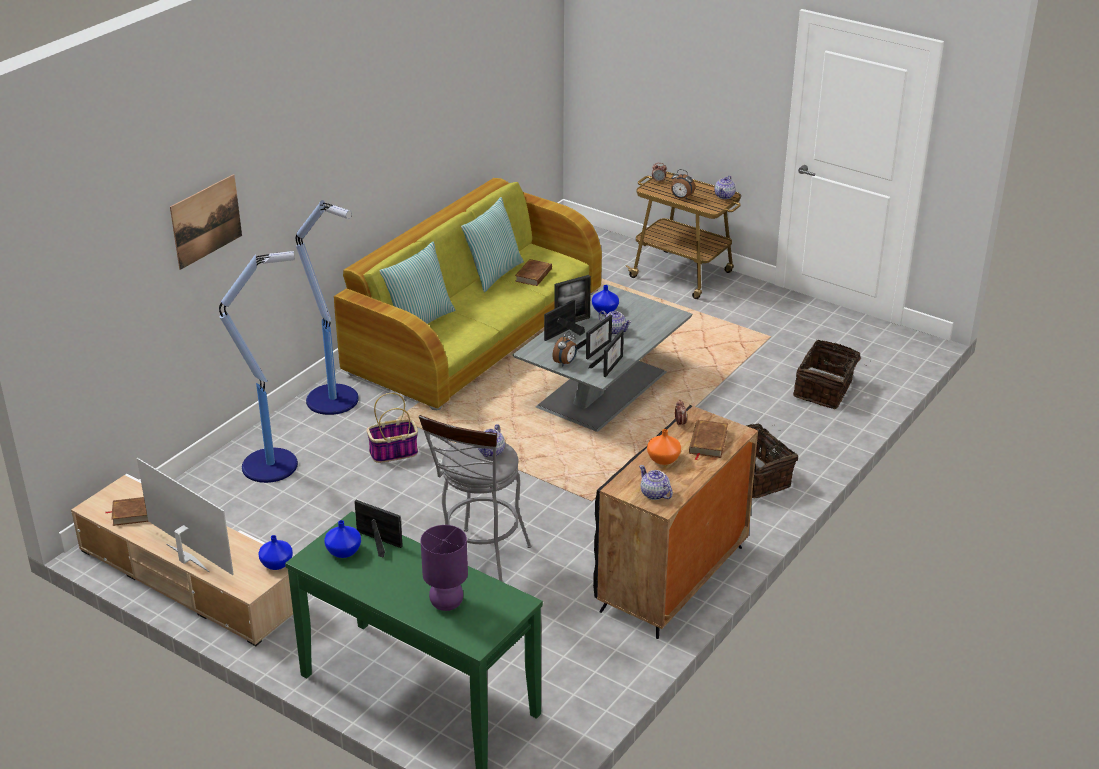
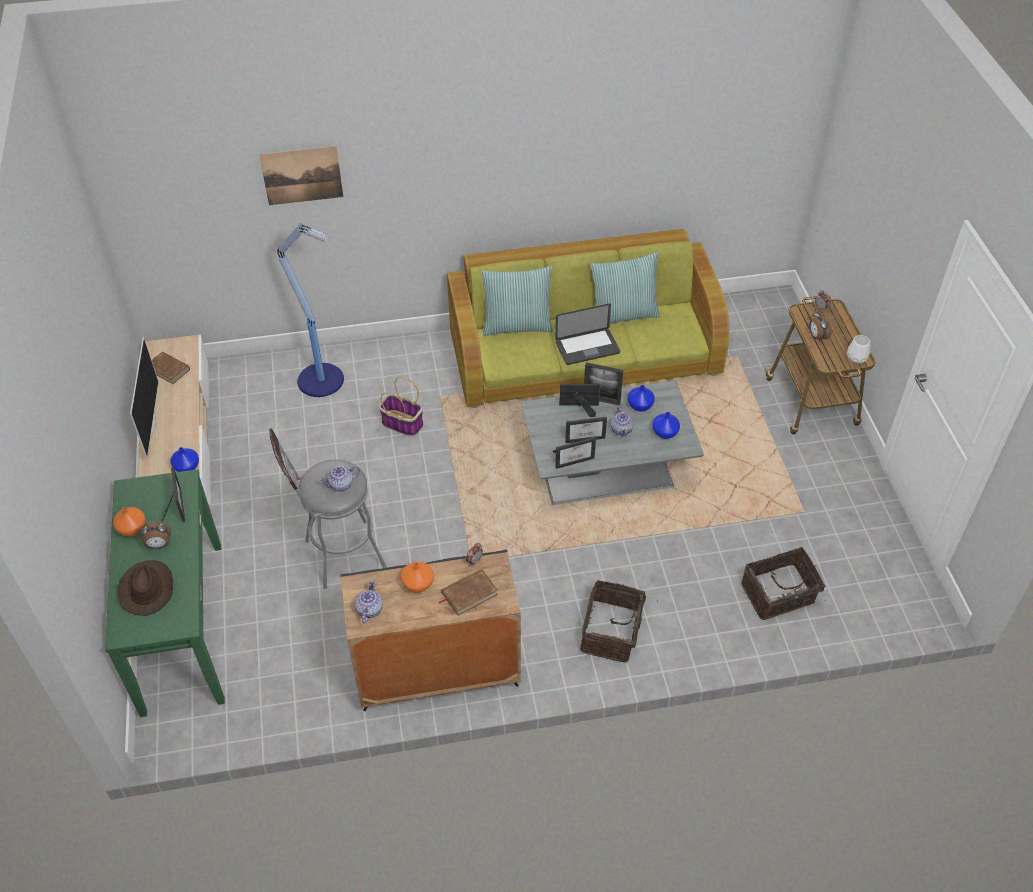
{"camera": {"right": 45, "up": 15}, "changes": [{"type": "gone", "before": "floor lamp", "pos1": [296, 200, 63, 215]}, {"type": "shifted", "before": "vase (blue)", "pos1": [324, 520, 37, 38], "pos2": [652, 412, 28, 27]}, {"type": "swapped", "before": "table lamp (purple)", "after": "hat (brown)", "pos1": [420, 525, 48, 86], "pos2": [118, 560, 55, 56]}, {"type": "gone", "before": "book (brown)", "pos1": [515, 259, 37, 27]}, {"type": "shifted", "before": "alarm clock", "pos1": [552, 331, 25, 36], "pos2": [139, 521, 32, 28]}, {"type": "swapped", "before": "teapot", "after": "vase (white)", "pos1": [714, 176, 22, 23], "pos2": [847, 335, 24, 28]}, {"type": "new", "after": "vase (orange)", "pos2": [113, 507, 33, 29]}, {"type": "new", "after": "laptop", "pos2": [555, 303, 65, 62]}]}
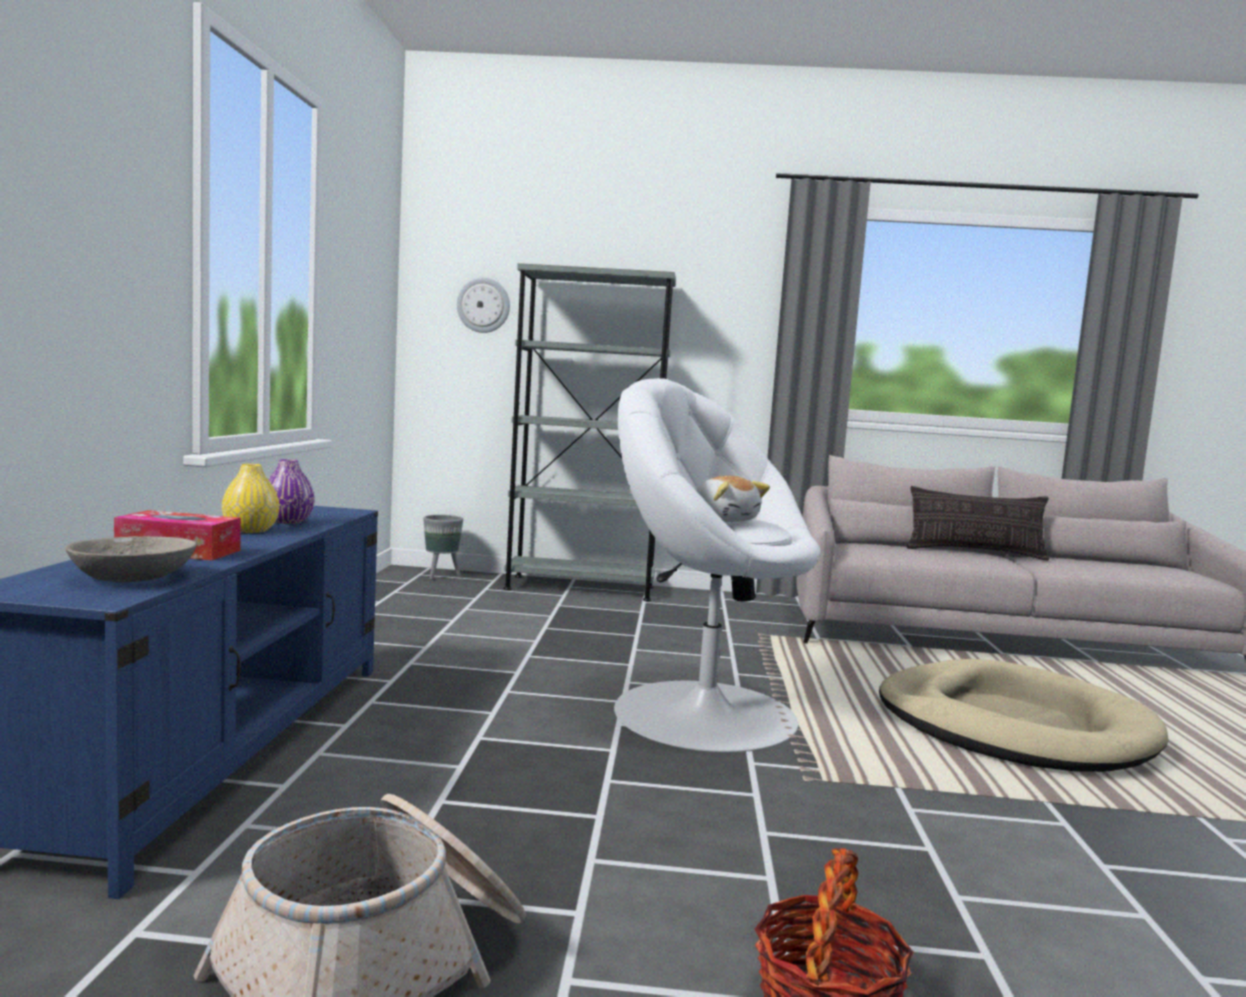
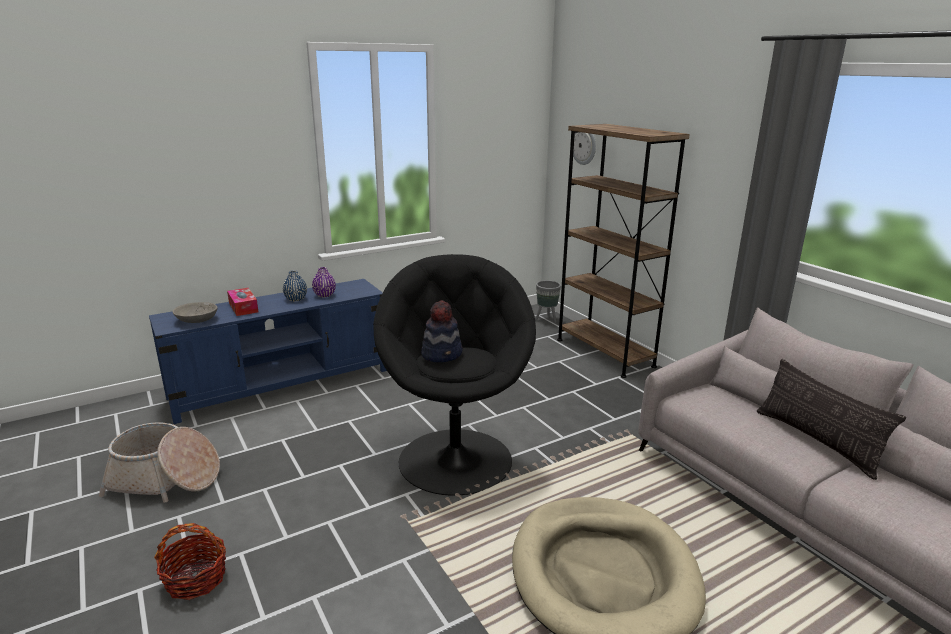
{"camera": {"right": 55, "up": 15}, "changes": [{"type": "repainted", "before": "vase (yellow)", "after": "vase (blue)", "pos1": [222, 464, 58, 69], "pos2": [283, 270, 24, 31]}, {"type": "repainted", "before": "bookcase (grey)", "after": "bookcase (brown)", "pos1": [504, 263, 172, 338], "pos2": [557, 124, 133, 254]}, {"type": "repainted", "before": "armchair (white)", "after": "armchair (black)", "pos1": [614, 378, 206, 374], "pos2": [373, 254, 163, 242]}, {"type": "swapped", "before": "plush toy", "after": "hat", "pos1": [696, 476, 74, 46], "pos2": [421, 300, 42, 63]}]}
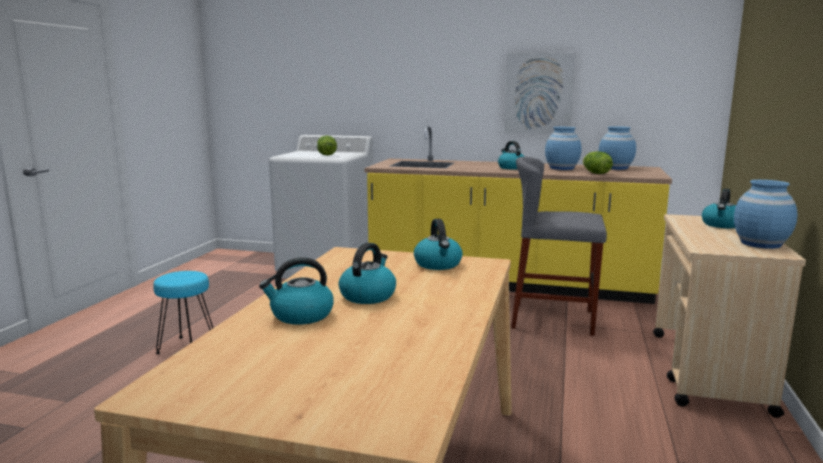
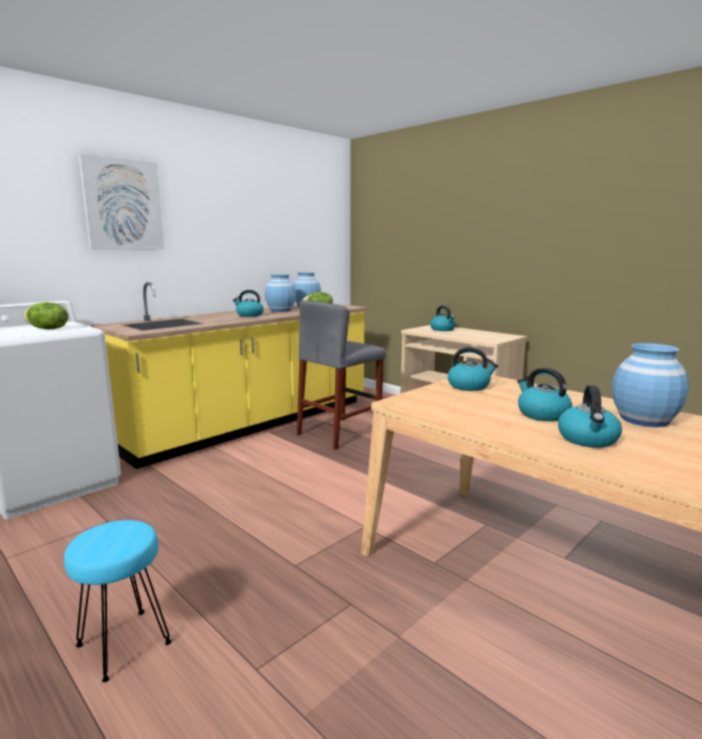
{"camera": {"right": -60, "up": 0}, "changes": [{"type": "shifted", "before": "picture", "pos1": [504, 53, 71, 81], "pos2": [78, 154, 86, 96]}, {"type": "shifted", "before": "vase (blue)", "pos1": [734, 180, 64, 69], "pos2": [612, 343, 77, 84]}]}
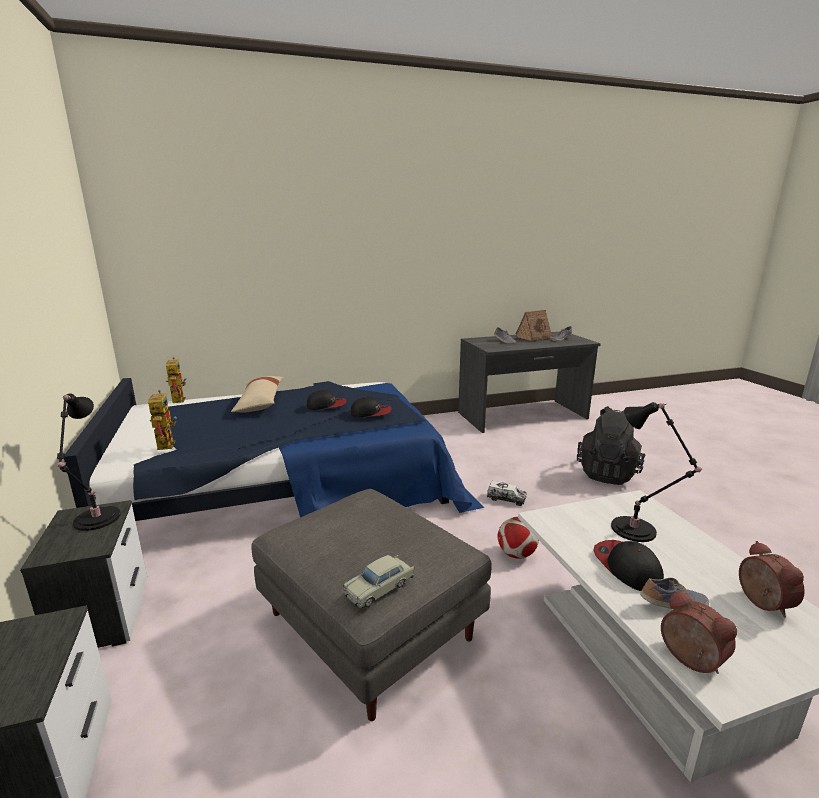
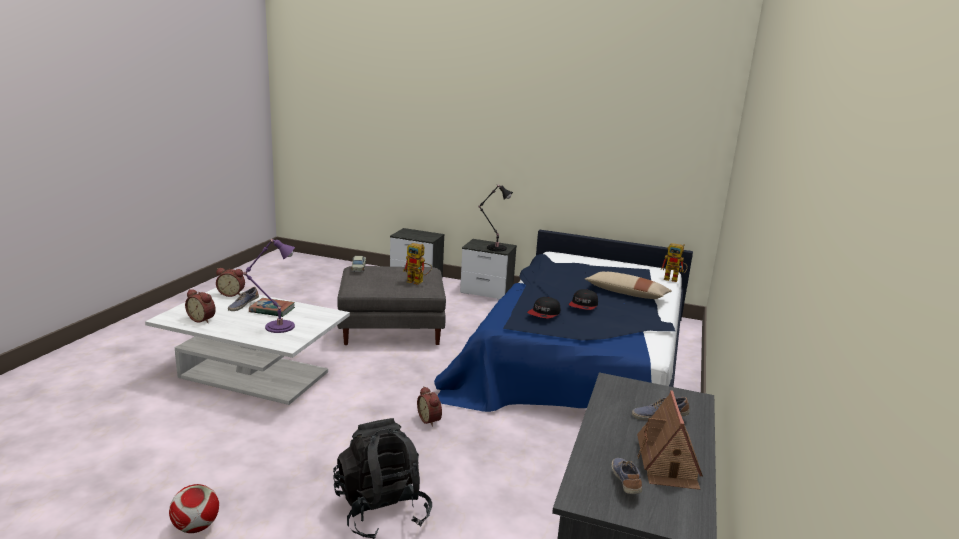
{"camera": {"right": 125, "up": 0}, "changes": [{"type": "shifted", "before": "toy robot", "pos1": [148, 390, 29, 60], "pos2": [403, 243, 29, 42]}, {"type": "swapped", "before": "toy truck", "after": "alarm clock", "pos1": [487, 481, 40, 25], "pos2": [417, 386, 25, 41]}, {"type": "shifted", "before": "football", "pos1": [498, 517, 41, 42], "pos2": [169, 484, 50, 49]}, {"type": "swapped", "before": "cap", "after": "book", "pos1": [593, 540, 71, 51], "pos2": [249, 298, 46, 19]}, {"type": "repainted", "before": "table lamp (black)", "after": "table lamp (purple)", "pos1": [611, 402, 93, 140], "pos2": [243, 239, 52, 94]}]}
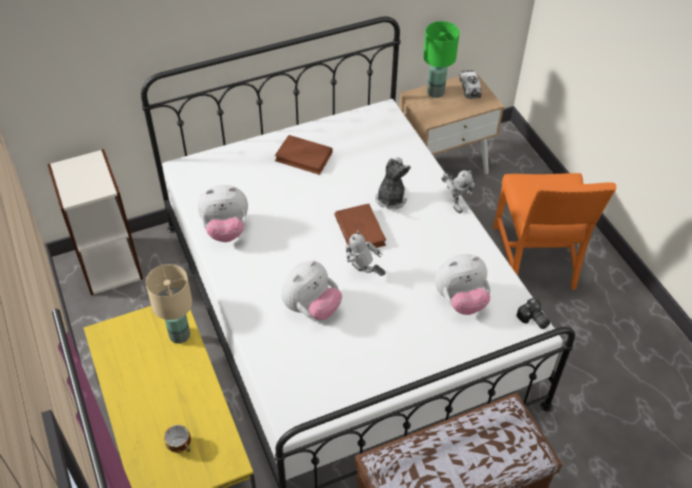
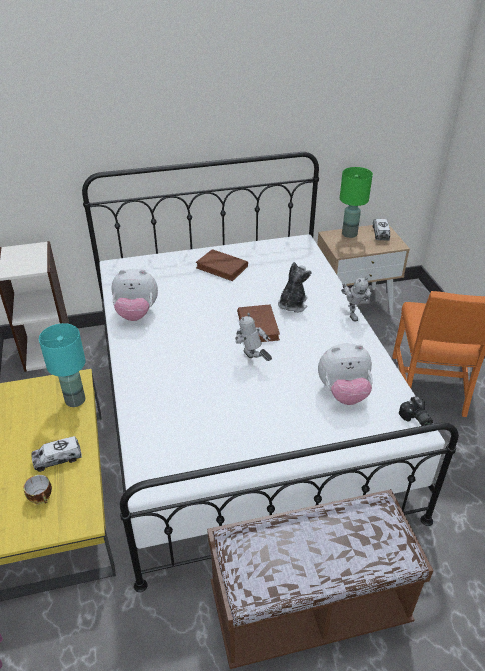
{"camera": {"right": 10, "up": -10}, "changes": [{"type": "repainted", "before": "table lamp (beige)", "after": "table lamp (turquoise)", "pos1": [146, 264, 46, 79], "pos2": [39, 323, 47, 84]}, {"type": "gone", "before": "plush toy", "pos1": [281, 260, 61, 60]}, {"type": "new", "after": "toy truck", "pos2": [31, 436, 51, 36]}]}
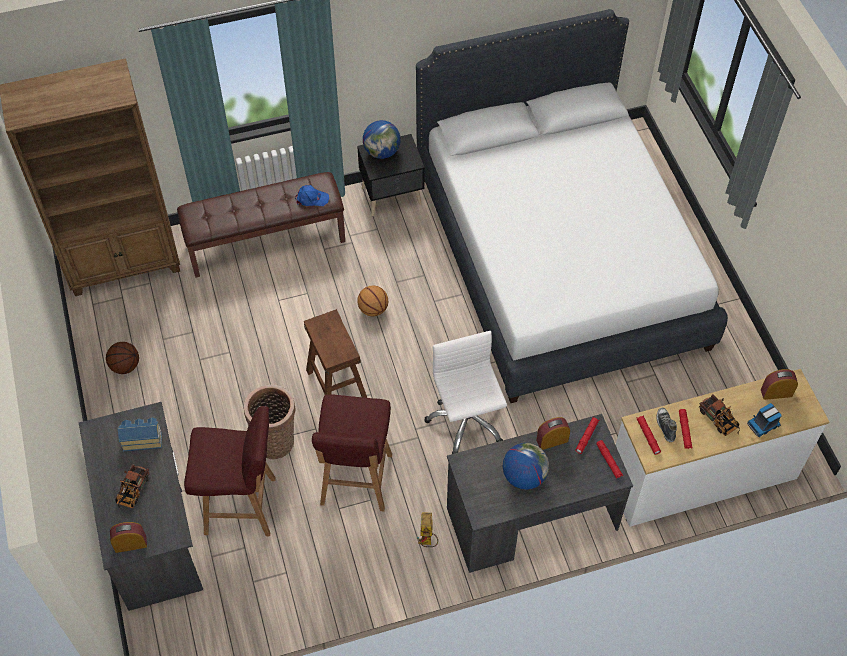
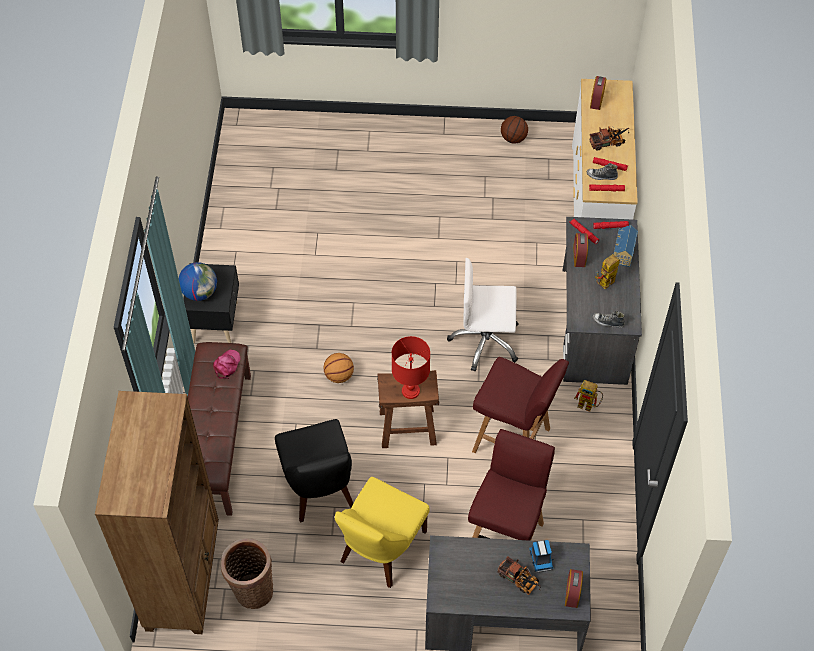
{"camera": {"right": -70, "up": 0}, "changes": [{"type": "shifted", "before": "basketball", "pos1": [106, 342, 33, 32], "pos2": [501, 116, 27, 28]}, {"type": "shifted", "before": "toy house", "pos1": [118, 417, 44, 34], "pos2": [614, 225, 24, 42]}, {"type": "shifted", "before": "basket", "pos1": [244, 384, 52, 75], "pos2": [221, 538, 52, 71]}, {"type": "repainted", "before": "cap (blue)", "after": "cap (pink)", "pos1": [295, 185, 34, 21], "pos2": [213, 350, 28, 29]}, {"type": "gone", "before": "bed (white)", "pos1": [416, 9, 312, 394]}, {"type": "swapped", "before": "globe", "after": "toy robot", "pos1": [503, 443, 46, 47], "pos2": [595, 254, 25, 35]}, {"type": "shifted", "before": "toy truck", "pos1": [747, 403, 35, 34], "pos2": [529, 540, 24, 32]}, {"type": "new", "after": "chair (black)", "pos2": [275, 419, 78, 103]}, {"type": "new", "after": "chair (yellow)", "pos2": [335, 477, 95, 111]}, {"type": "new", "after": "table lamp (red)", "pos2": [392, 336, 38, 63]}, {"type": "new", "after": "shoe", "pos2": [593, 311, 32, 17]}]}
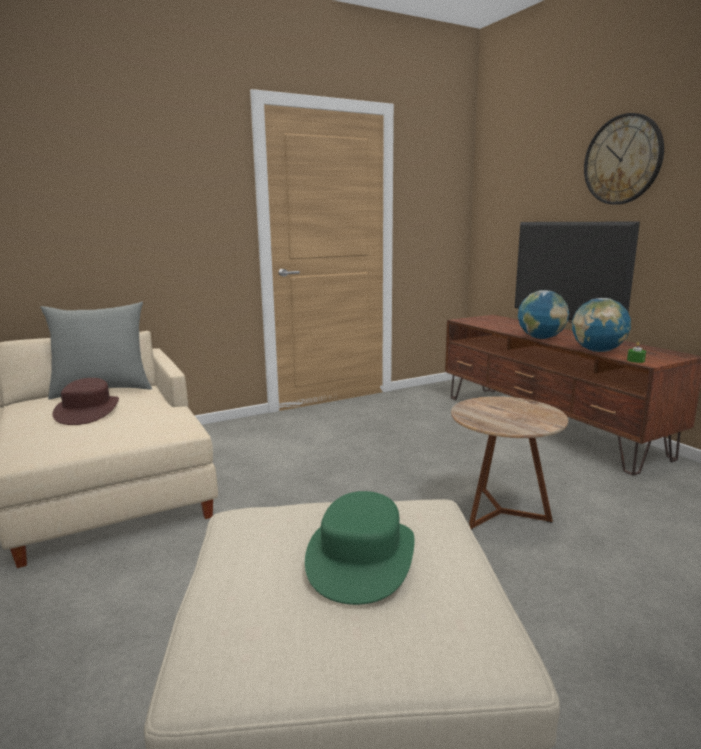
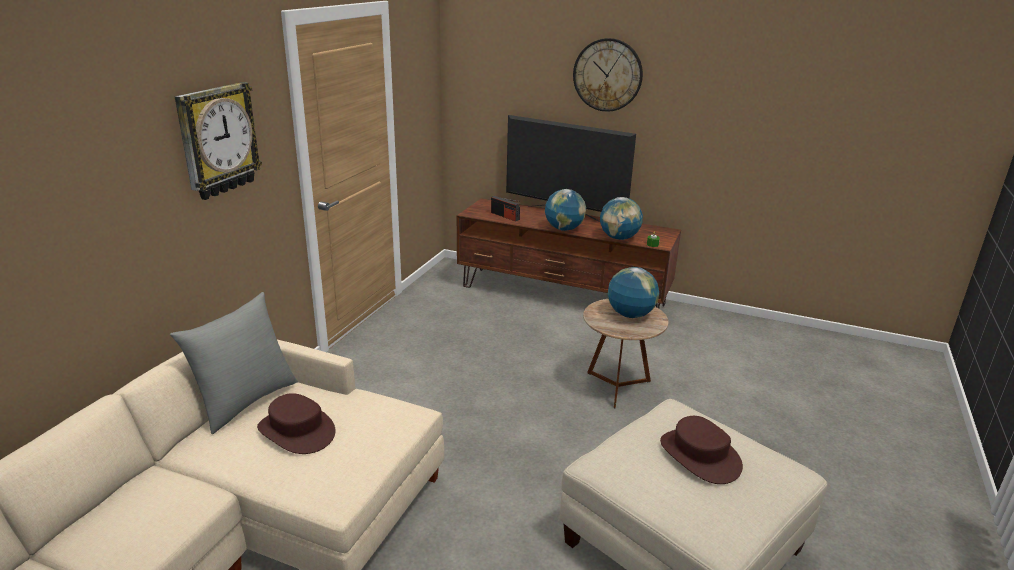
{"camera": {"right": -40, "up": 10}, "changes": [{"type": "repainted", "before": "hat (green)", "after": "hat (brown)", "pos1": [305, 491, 110, 114], "pos2": [660, 416, 83, 68]}, {"type": "new", "after": "wall clock", "pos2": [175, 82, 87, 118]}, {"type": "new", "after": "radio", "pos2": [491, 196, 29, 25]}, {"type": "new", "after": "globe", "pos2": [608, 267, 51, 51]}]}
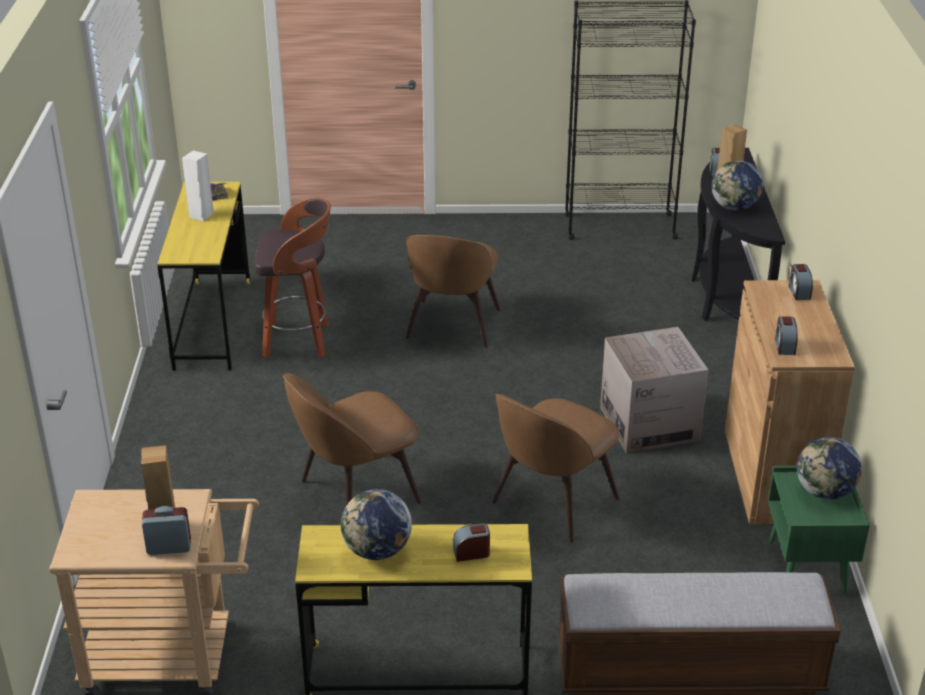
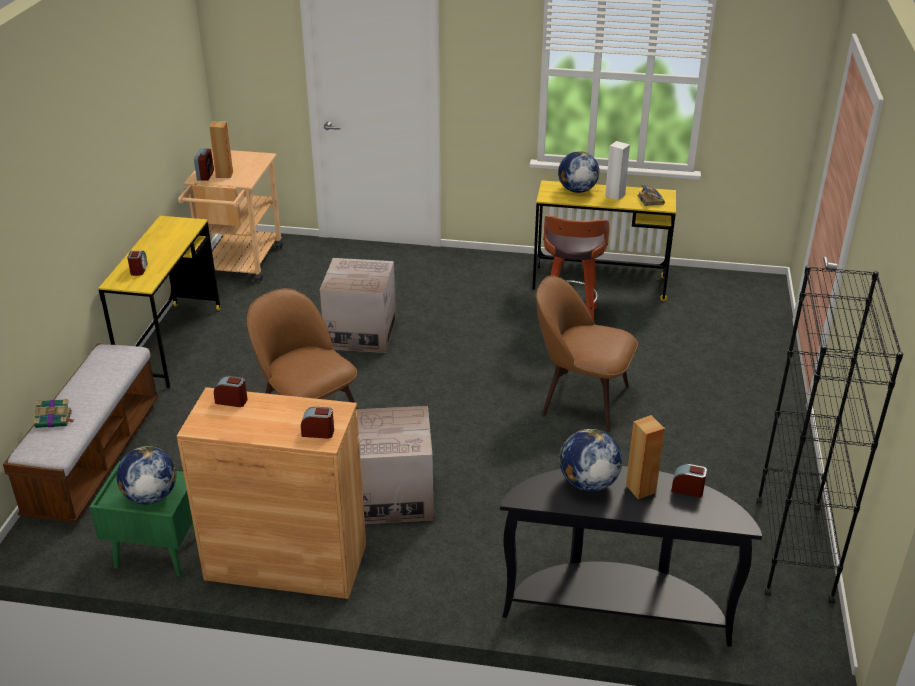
{"camera": {"right": 100, "up": 0}, "changes": [{"type": "swapped", "before": "chair (brown)", "after": "cardboard box", "pos1": [283, 373, 139, 133], "pos2": [320, 258, 76, 95]}, {"type": "shifted", "before": "globe", "pos1": [341, 489, 71, 71], "pos2": [558, 151, 42, 42]}, {"type": "new", "after": "book", "pos2": [34, 399, 41, 29]}]}
